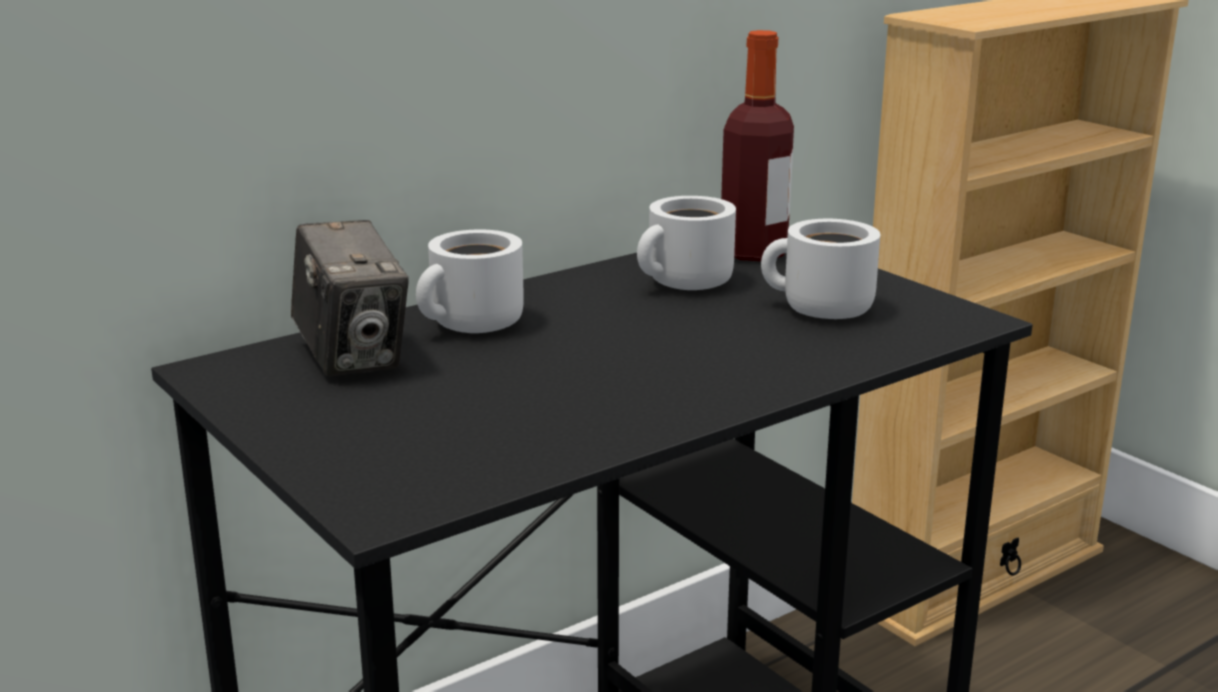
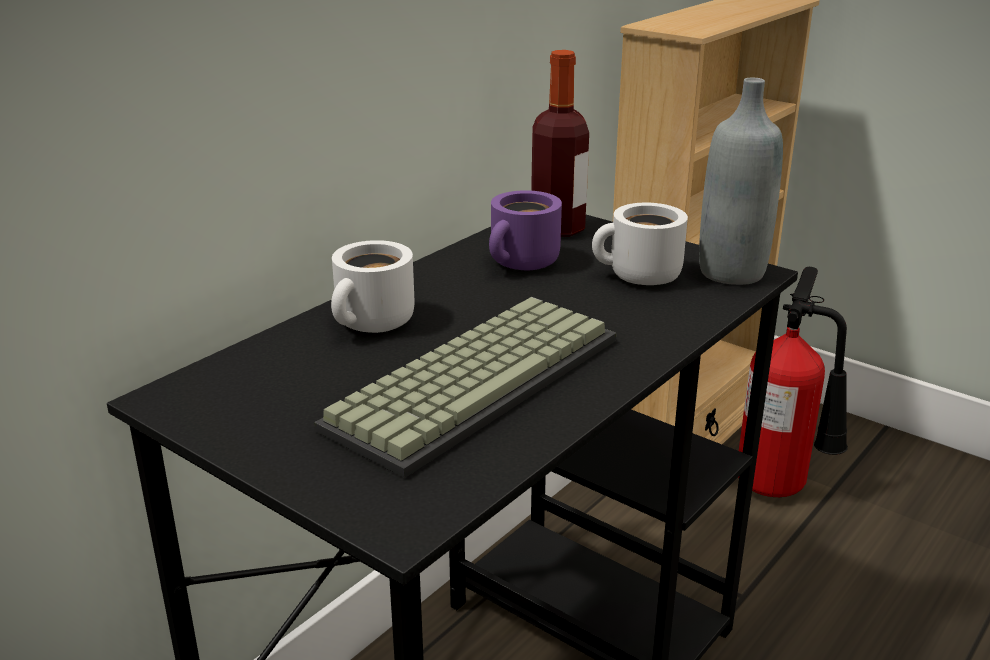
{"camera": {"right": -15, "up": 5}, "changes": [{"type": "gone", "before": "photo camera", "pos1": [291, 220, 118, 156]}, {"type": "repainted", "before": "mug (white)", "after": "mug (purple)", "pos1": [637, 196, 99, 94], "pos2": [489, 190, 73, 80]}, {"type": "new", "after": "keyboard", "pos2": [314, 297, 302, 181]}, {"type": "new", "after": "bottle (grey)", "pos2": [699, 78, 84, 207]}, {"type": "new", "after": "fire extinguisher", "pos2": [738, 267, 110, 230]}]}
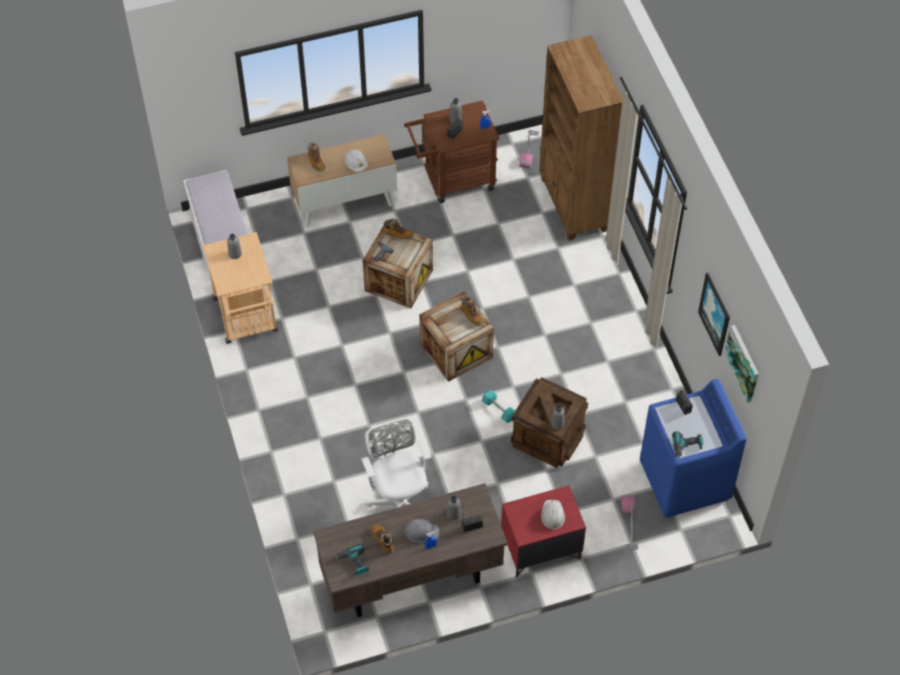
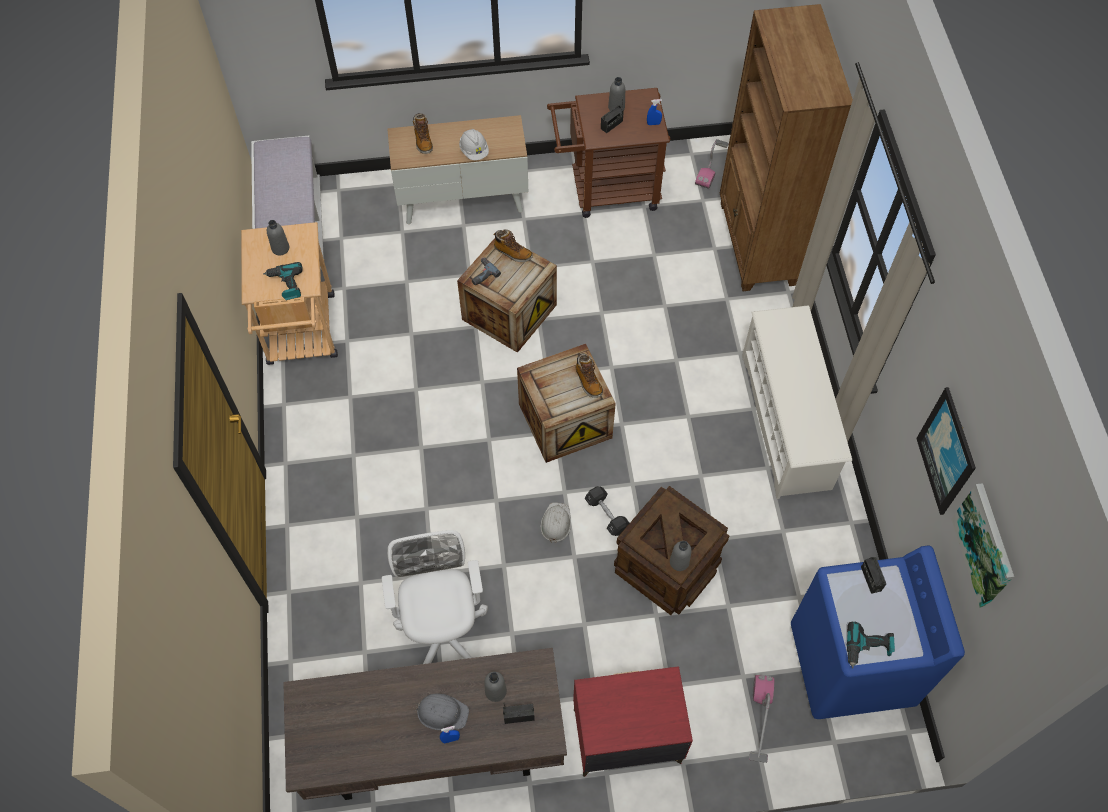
{"camera": {"right": 10, "up": 5}, "changes": [{"type": "shifted", "before": "power drill", "pos1": [334, 544, 35, 32], "pos2": [263, 262, 40, 38]}, {"type": "gone", "before": "boot", "pos1": [370, 524, 24, 30]}, {"type": "repainted", "before": "dumbbell (turquoise)", "after": "dumbbell (black)", "pos1": [482, 390, 33, 33], "pos2": [585, 486, 44, 50]}, {"type": "shifted", "before": "hard hat (white)", "pos1": [541, 500, 24, 31], "pos2": [540, 502, 31, 41]}, {"type": "new", "after": "shoe rack (white)", "pos2": [742, 305, 110, 194]}]}
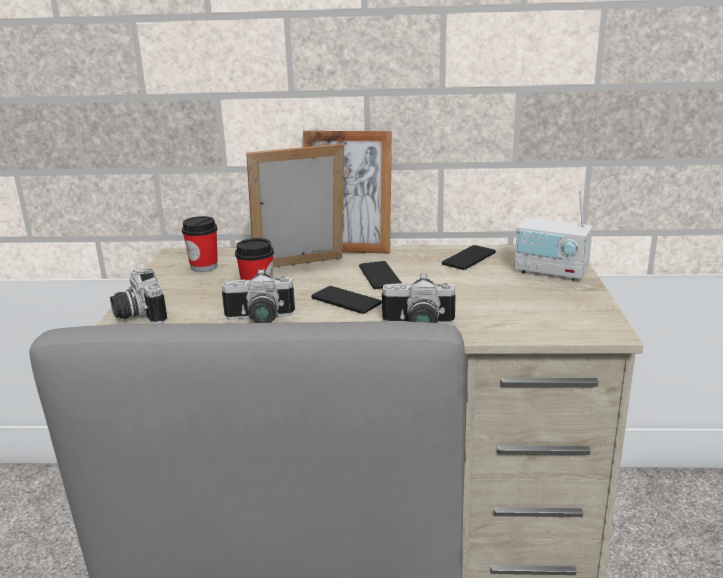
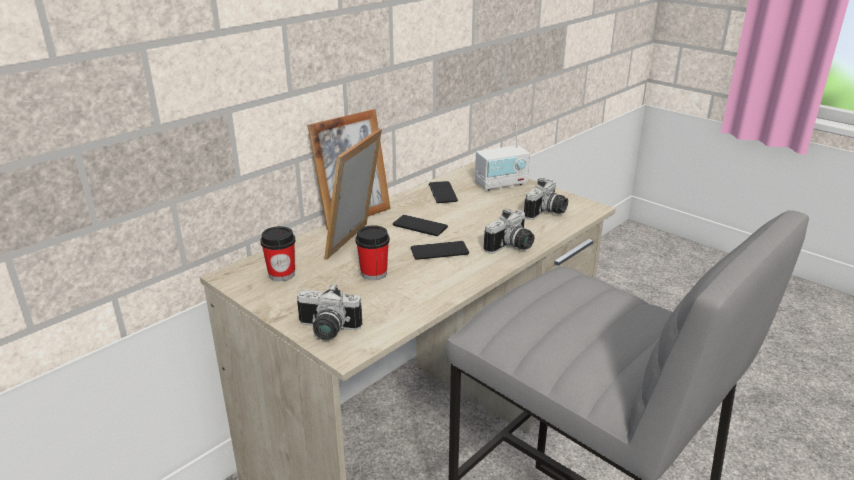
{"camera": {"right": -50, "up": 5}, "changes": [{"type": "shifted", "before": "photo camera", "pos1": [222, 269, 73, 54], "pos2": [524, 178, 44, 42]}]}
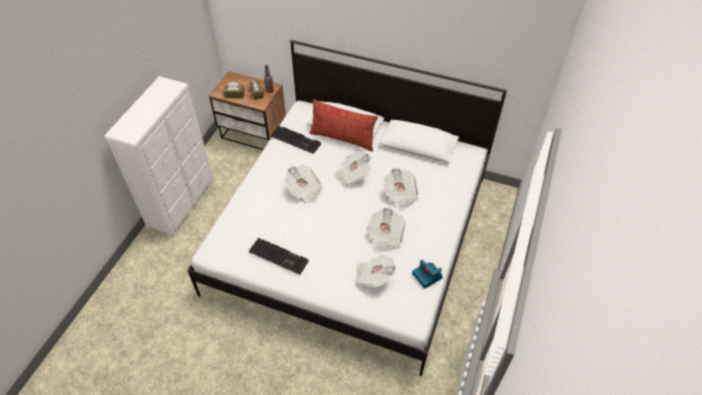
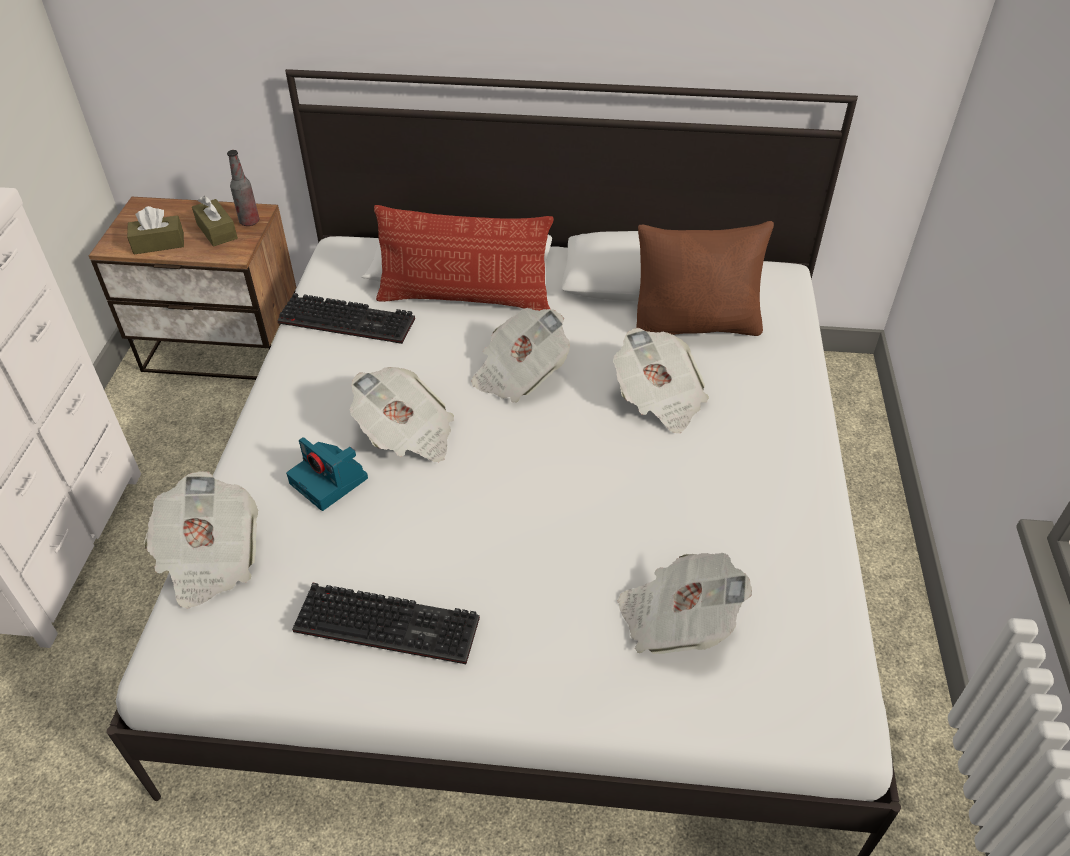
{"camera": {"right": -15, "up": -5}, "changes": [{"type": "shifted", "before": "newspaper", "pos1": [367, 207, 39, 46], "pos2": [144, 471, 114, 138]}, {"type": "shifted", "before": "photo camera", "pos1": [412, 259, 31, 30], "pos2": [286, 437, 82, 74]}, {"type": "new", "after": "pillow (brown)", "pos2": [636, 221, 138, 115]}]}
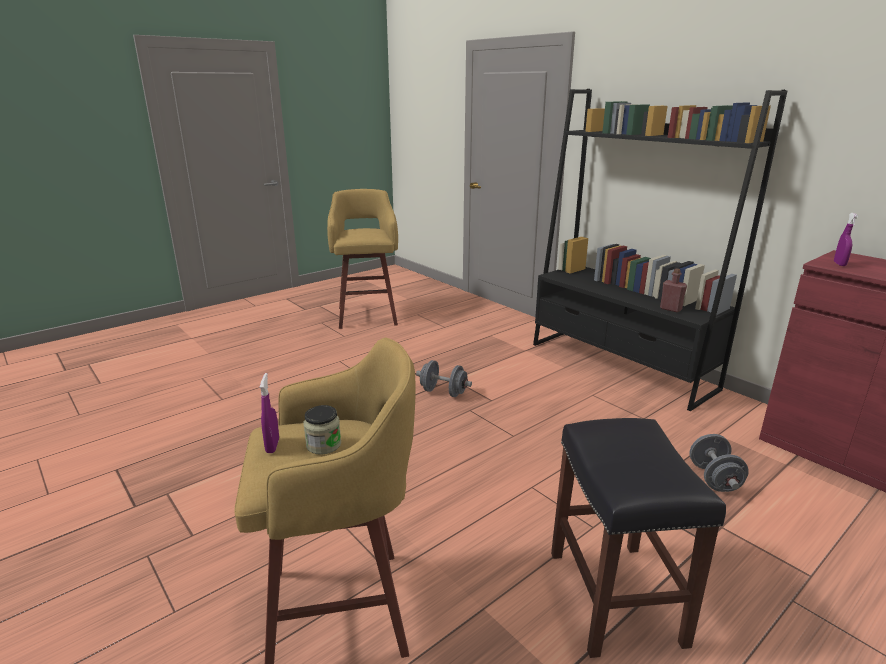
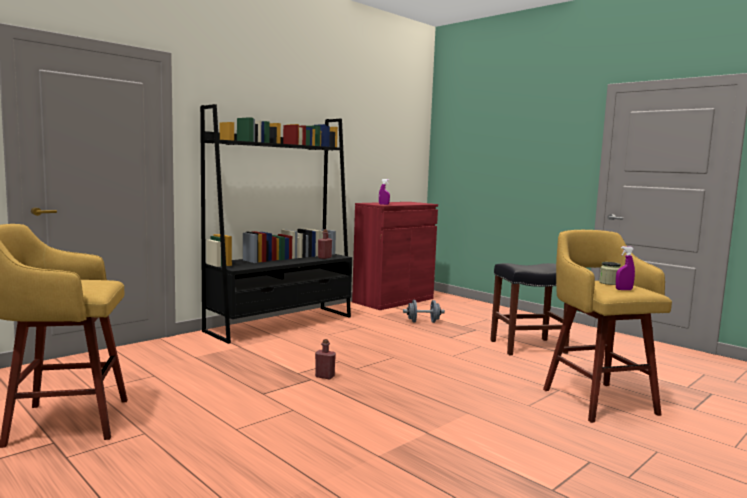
{"camera": {"right": -95, "up": -15}, "changes": [{"type": "swapped", "before": "dumbbell (grey)", "after": "bottle (red)", "pos1": [416, 360, 56, 37], "pos2": [315, 339, 21, 41]}]}
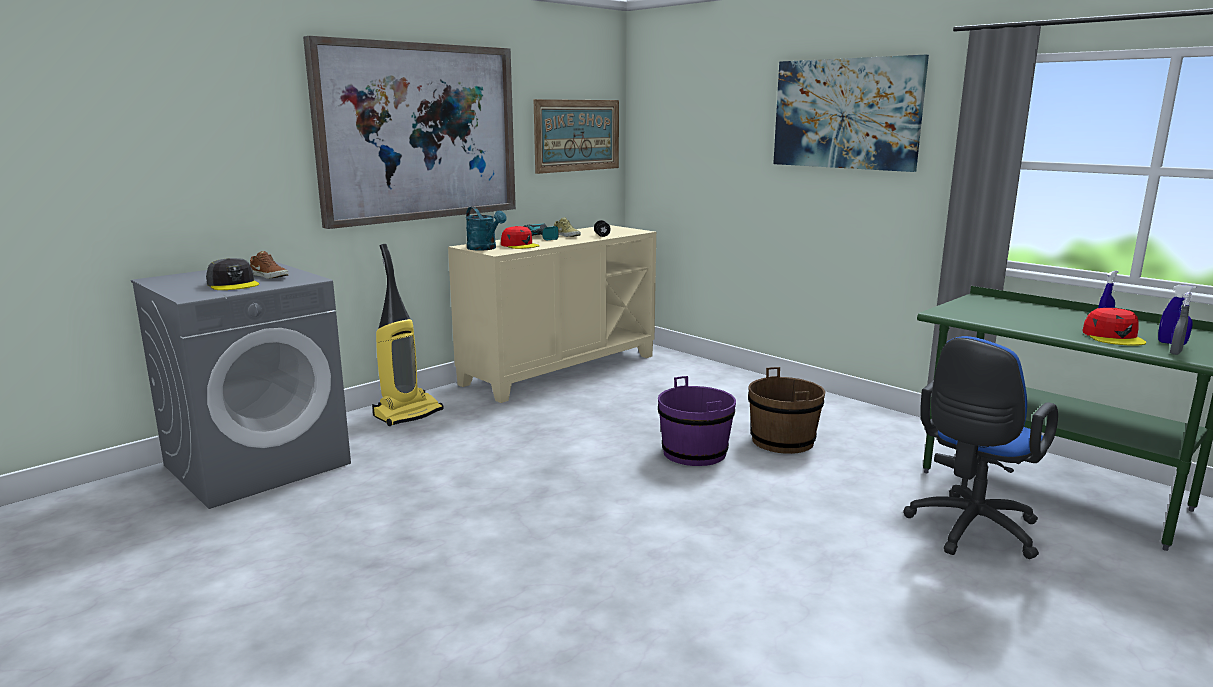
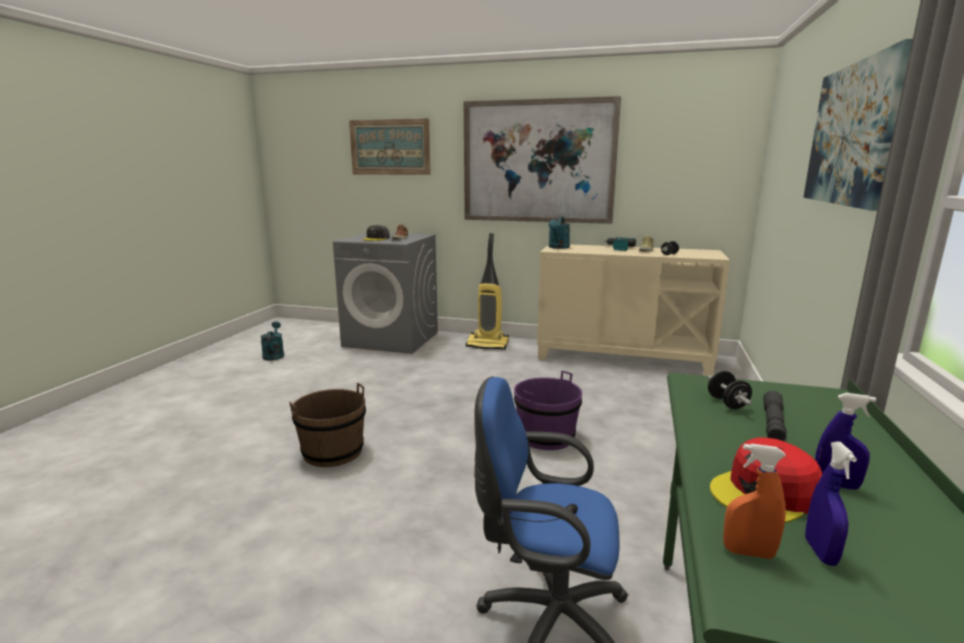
{"camera": {"right": 60, "up": 0}, "changes": [{"type": "gone", "before": "cap (red)", "pos1": [501, 226, 39, 23]}, {"type": "shifted", "before": "picture", "pos1": [534, 99, 85, 75], "pos2": [349, 118, 82, 57]}, {"type": "shifted", "before": "bucket (brown)", "pos1": [748, 367, 77, 87], "pos2": [289, 383, 77, 84]}, {"type": "repainted", "before": "spray bottle (grey)", "after": "spray bottle (orange)", "pos1": [1170, 292, 21, 63], "pos2": [723, 444, 63, 115]}, {"type": "new", "after": "watering can (turquoise)", "pos2": [261, 322, 23, 38]}, {"type": "new", "after": "dumbbell (black)", "pos2": [708, 371, 44, 38]}, {"type": "new", "after": "flashlight (grey)", "pos2": [763, 391, 23, 50]}]}
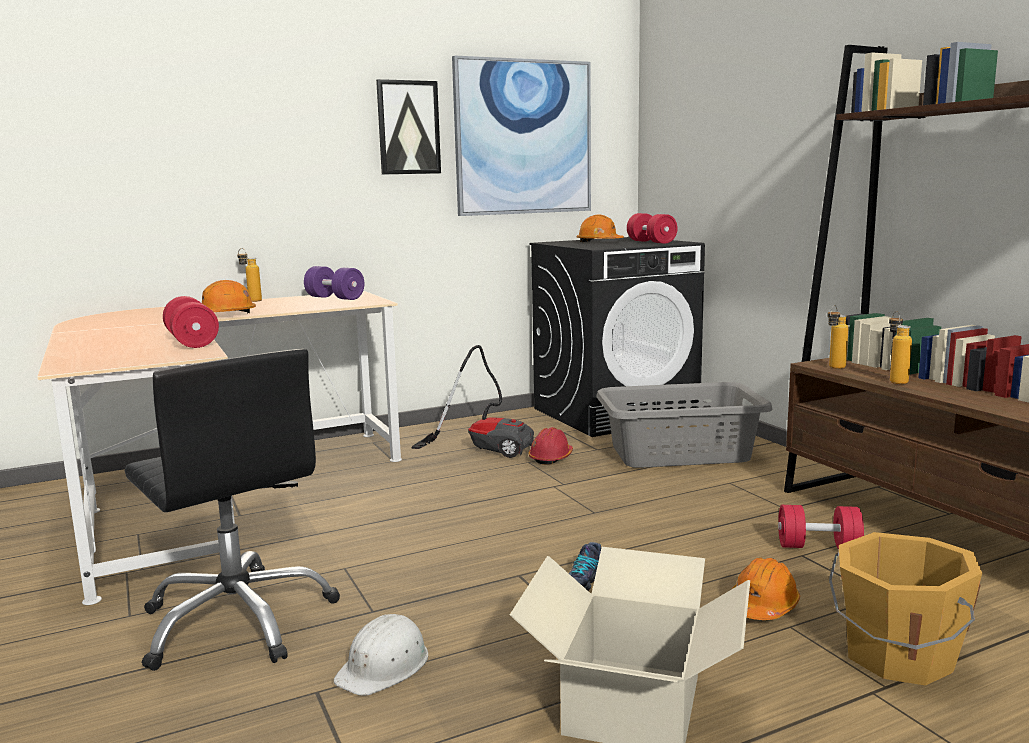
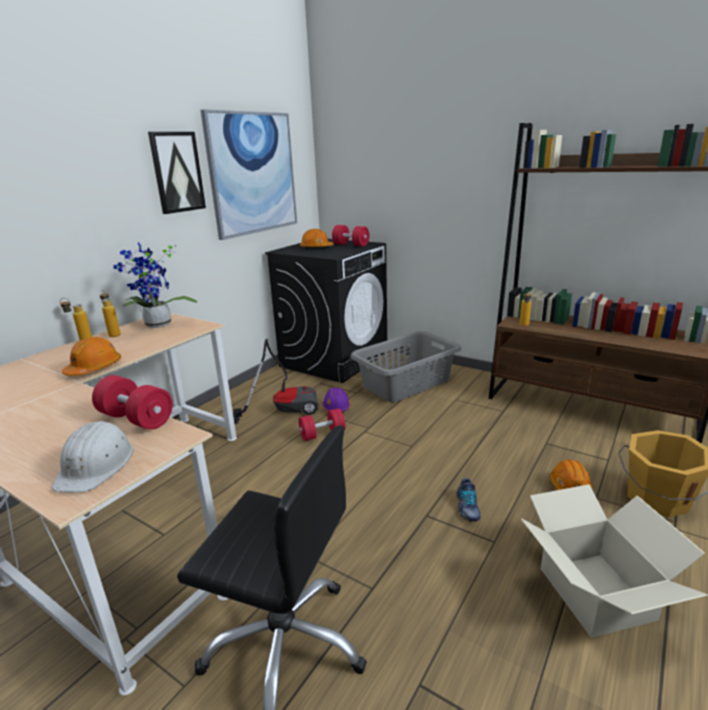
{"camera": {"right": -30, "up": 10}, "changes": [{"type": "swapped", "before": "dumbbell (purple)", "after": "potted plant", "pos1": [304, 266, 60, 34], "pos2": [113, 242, 84, 86]}, {"type": "shifted", "before": "hard hat (white)", "pos1": [333, 614, 95, 82], "pos2": [52, 421, 82, 72]}, {"type": "repainted", "before": "hard hat (red)", "after": "hard hat (purple)", "pos1": [528, 427, 45, 38], "pos2": [322, 387, 29, 26]}, {"type": "shifted", "before": "dumbbell (red)", "pos1": [778, 505, 86, 44], "pos2": [299, 408, 47, 33]}, {"type": "shifted", "before": "bottle", "pos1": [889, 311, 23, 73], "pos2": [100, 290, 21, 47]}]}
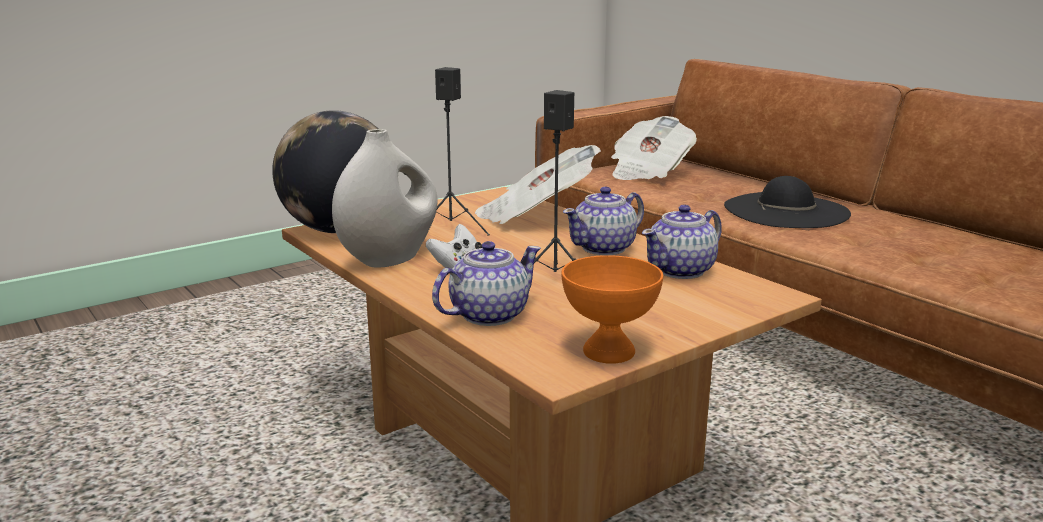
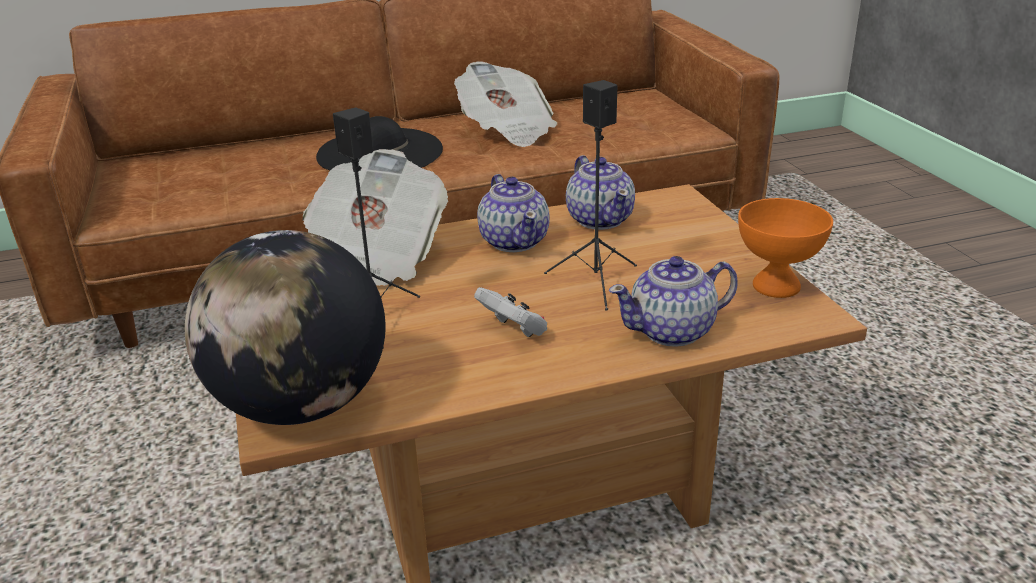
{"camera": {"right": -70, "up": 10}, "changes": [{"type": "gone", "before": "vase (white)", "pos1": [332, 129, 105, 139]}, {"type": "rotated", "before": "teapot", "pos1": [432, 241, 109, 85], "pos2": [609, 256, 129, 91], "turn": -90}, {"type": "shifted", "before": "newspaper", "pos1": [611, 116, 86, 64], "pos2": [454, 62, 103, 85]}]}
